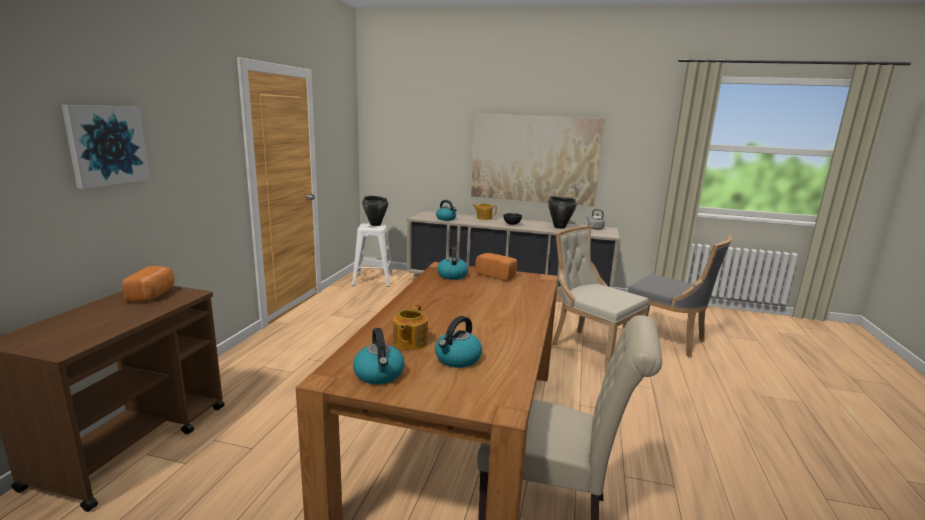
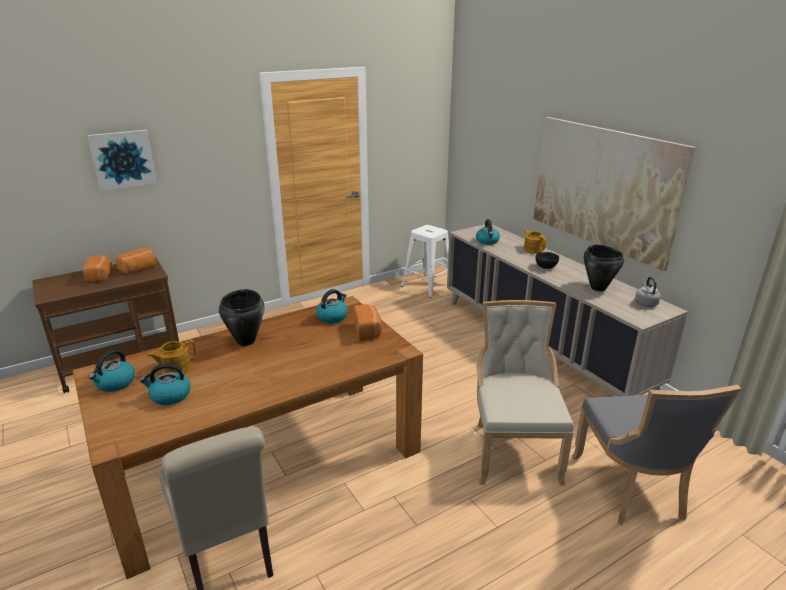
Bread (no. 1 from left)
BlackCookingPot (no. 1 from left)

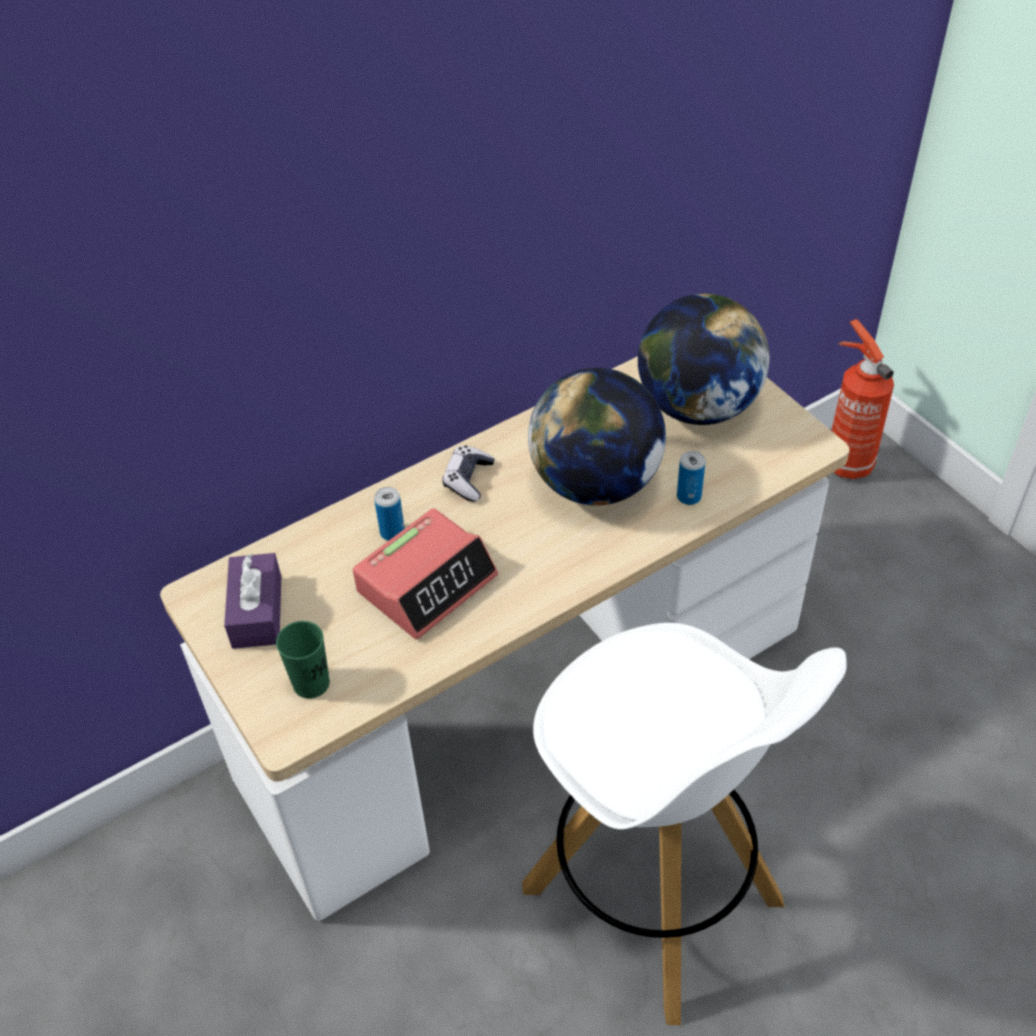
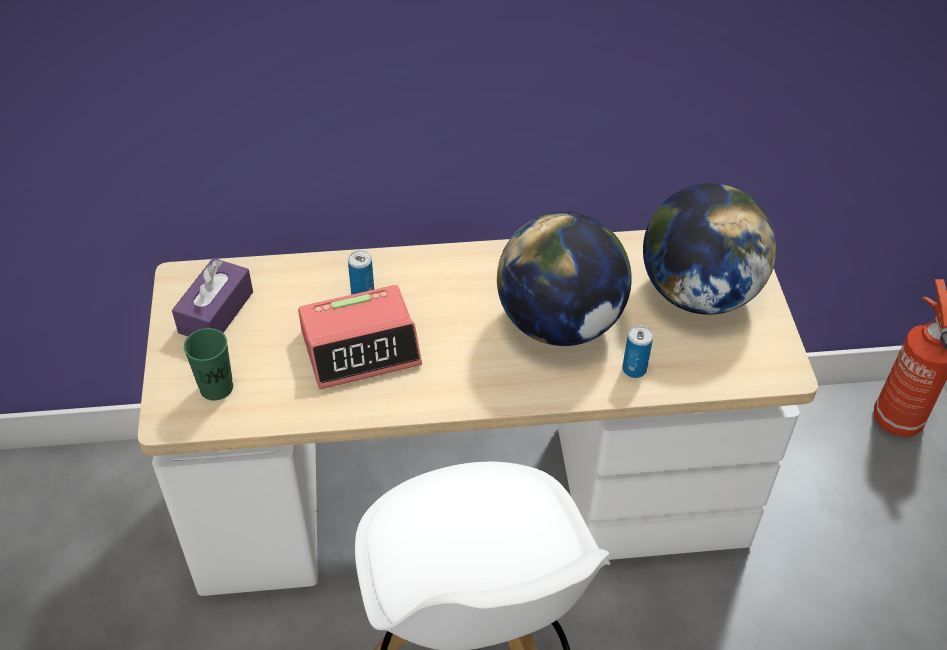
GameController

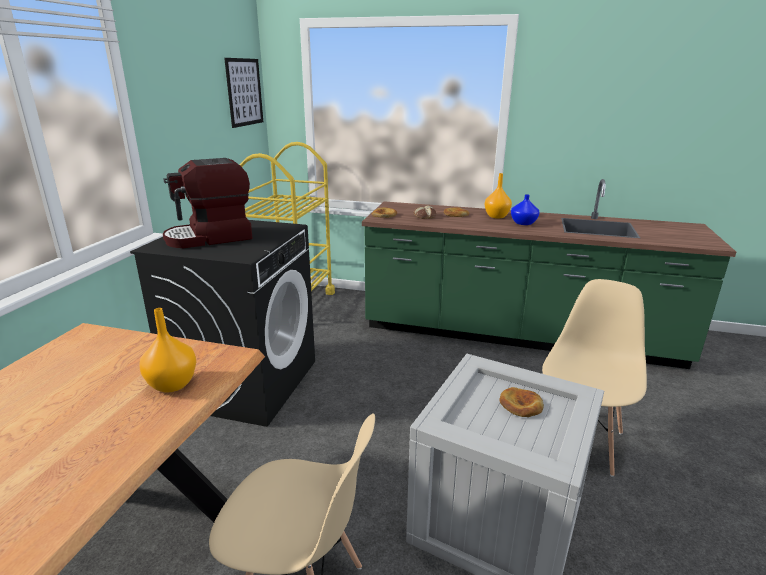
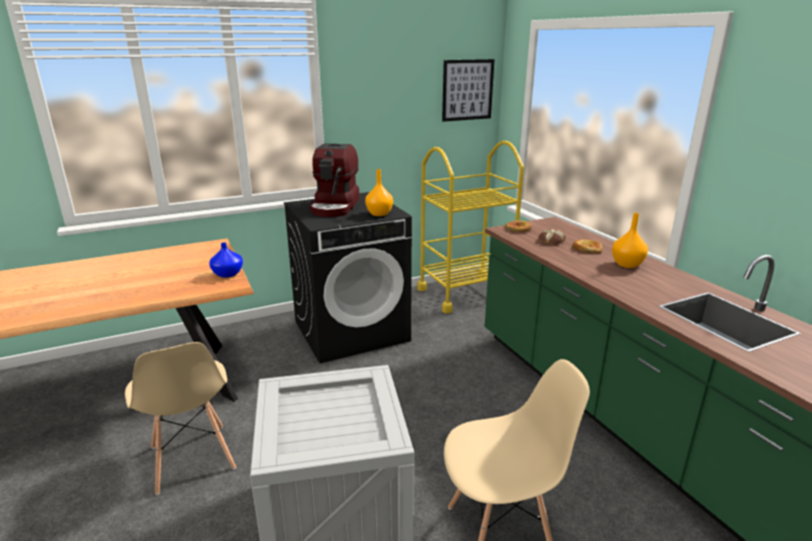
BlueVase
CoffeeMachine
OrangeVase (no. 1 from left)
Bread (no. 4 from left in the first image)

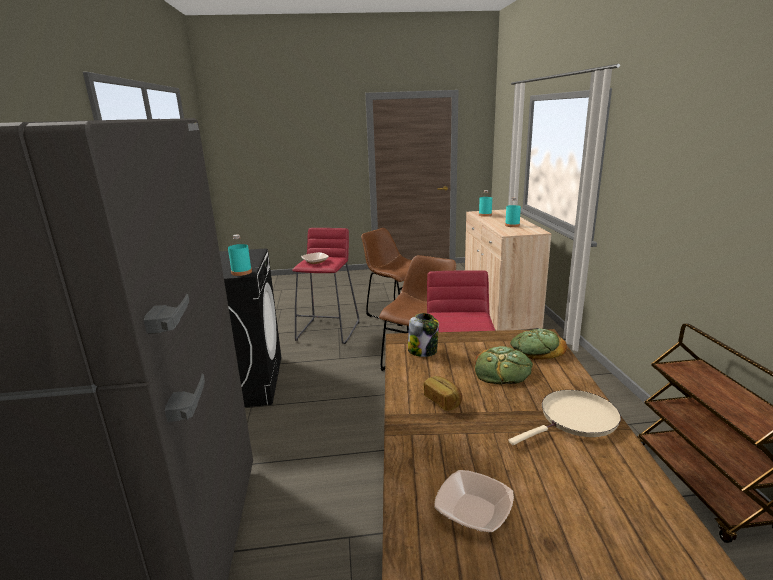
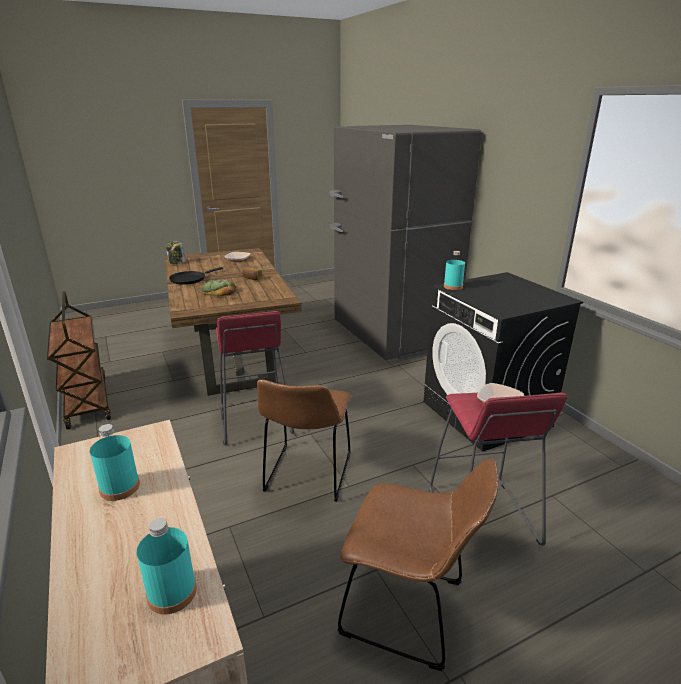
Jar
BlackFryingPan
Bread (no. 3 from left in the first image)

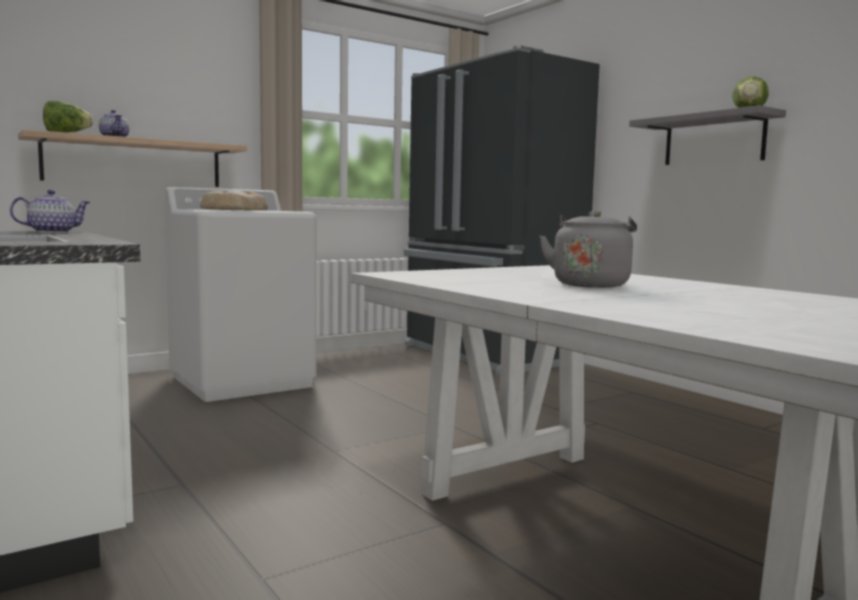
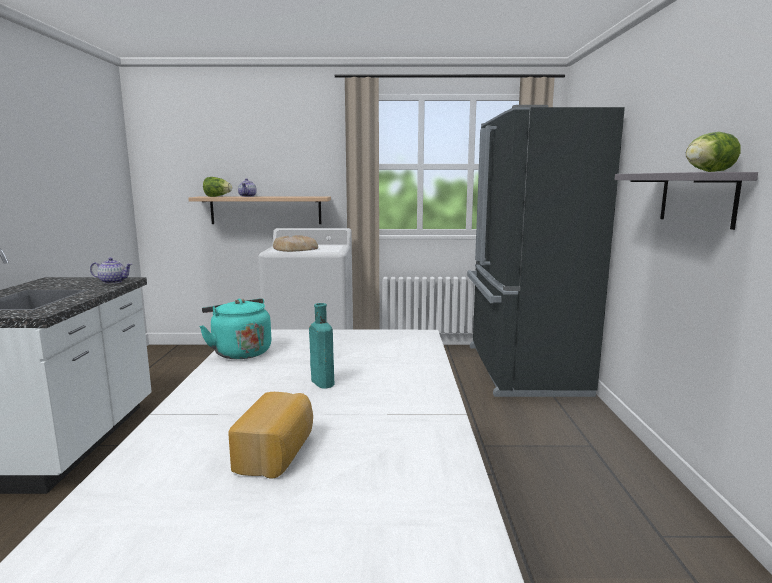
TurquoiseKettle
Bread (no. 1 from left)
TurquoiseBottle

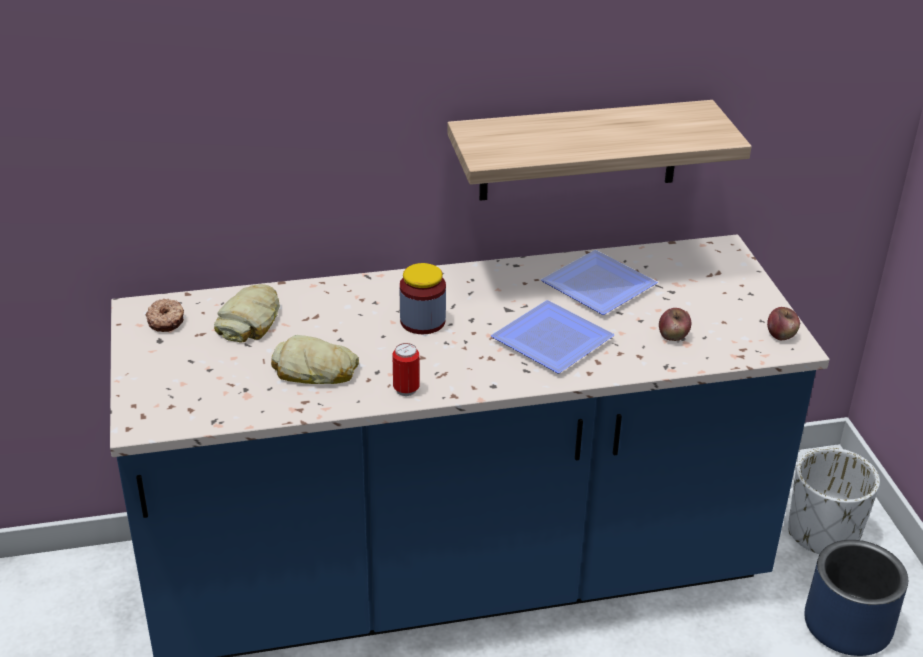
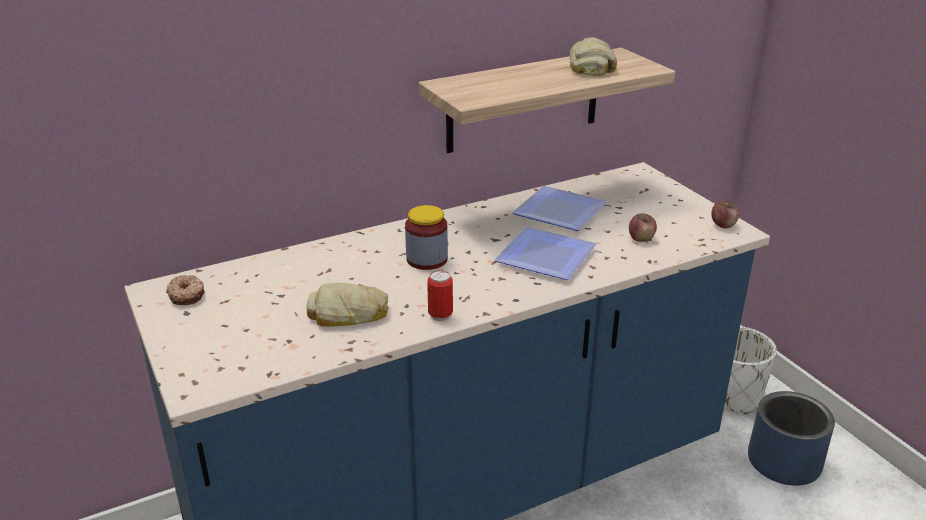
Bread (no. 2 from left)

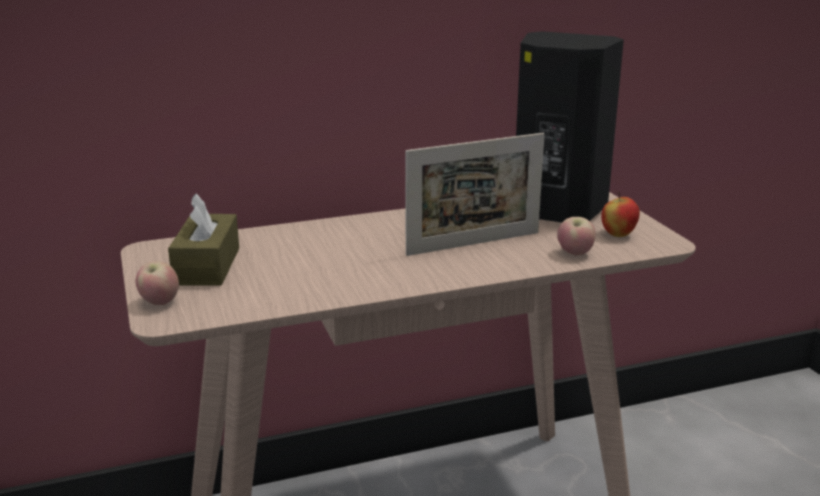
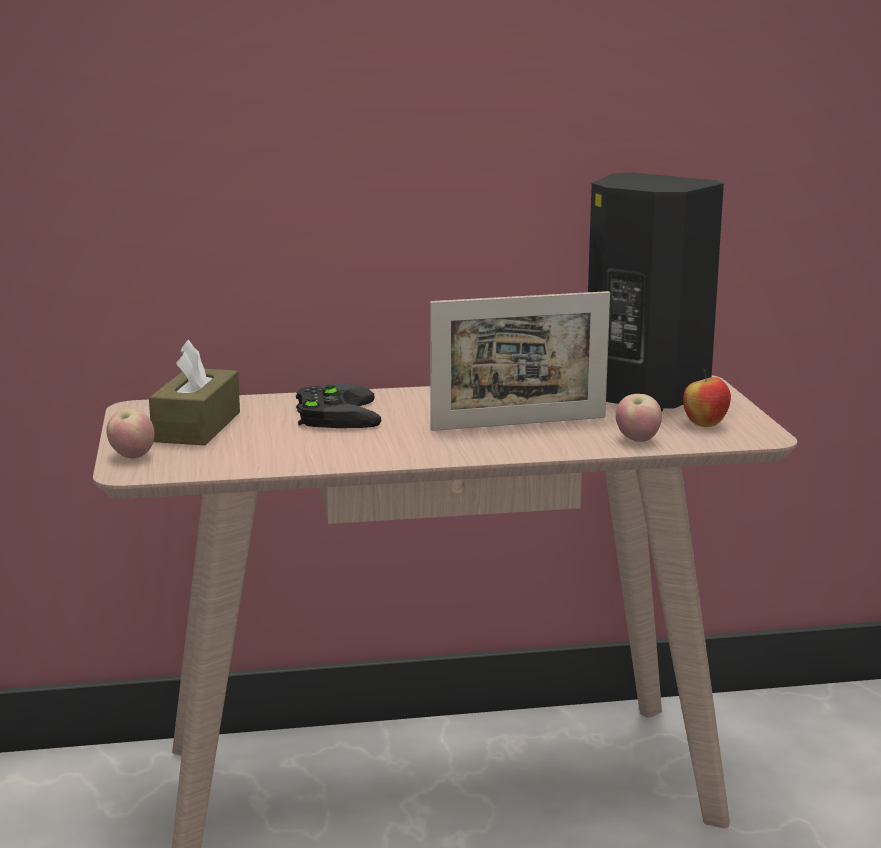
BlackGameController

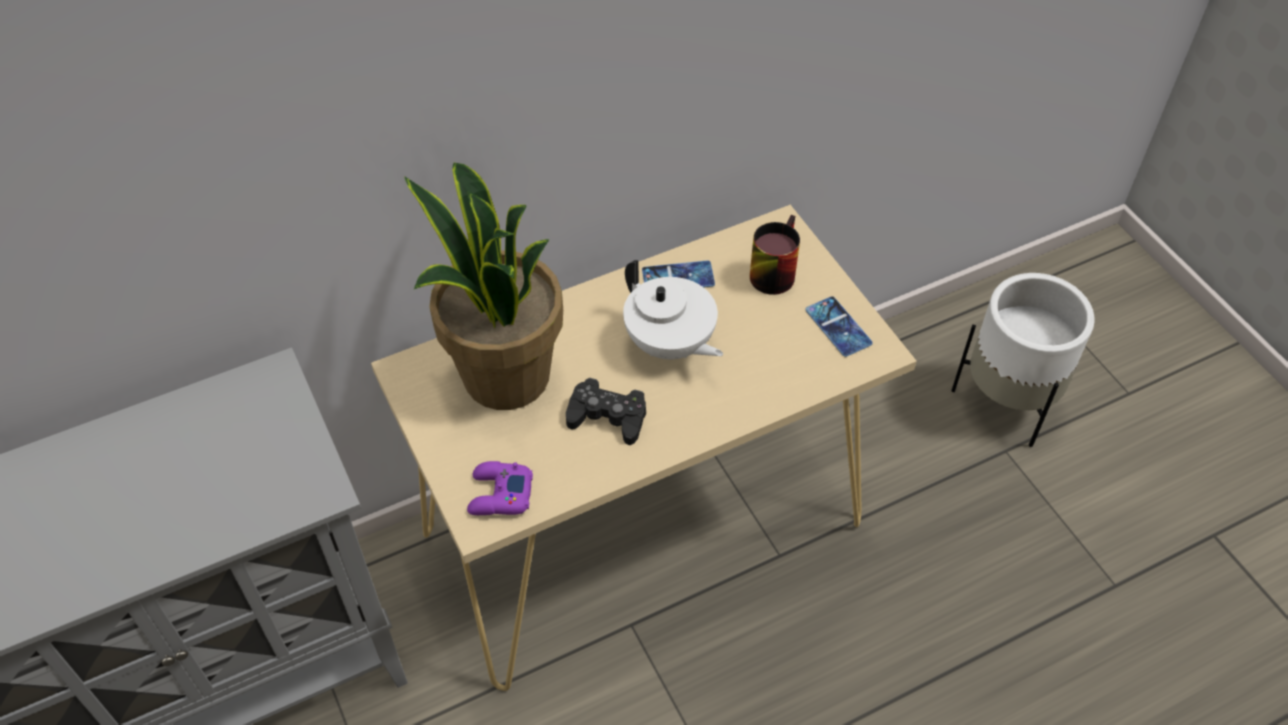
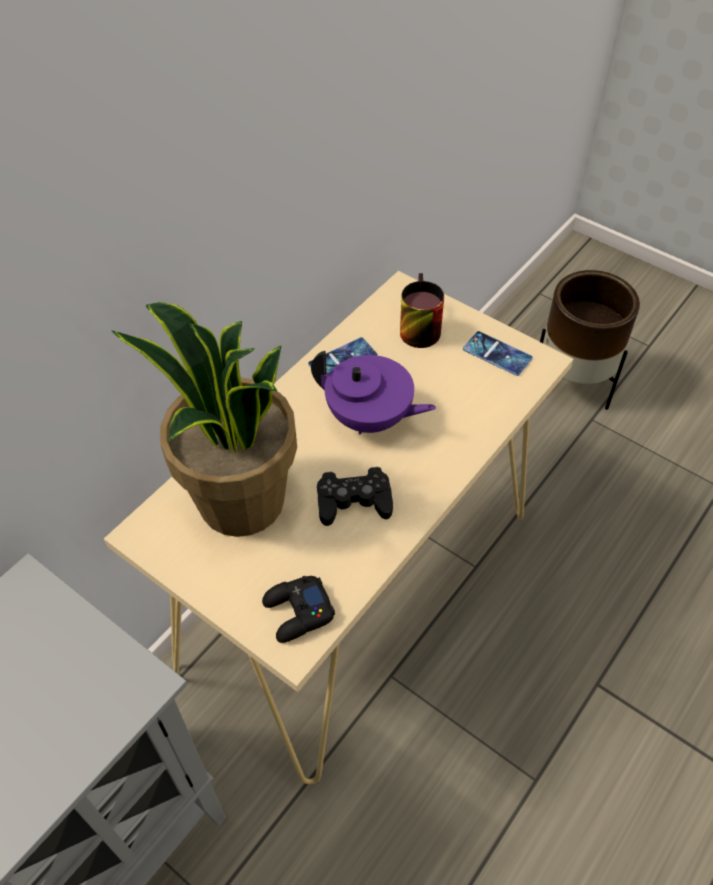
BlackGameController (no. 1 from left)
PurpleTeapot
BrownPlanter

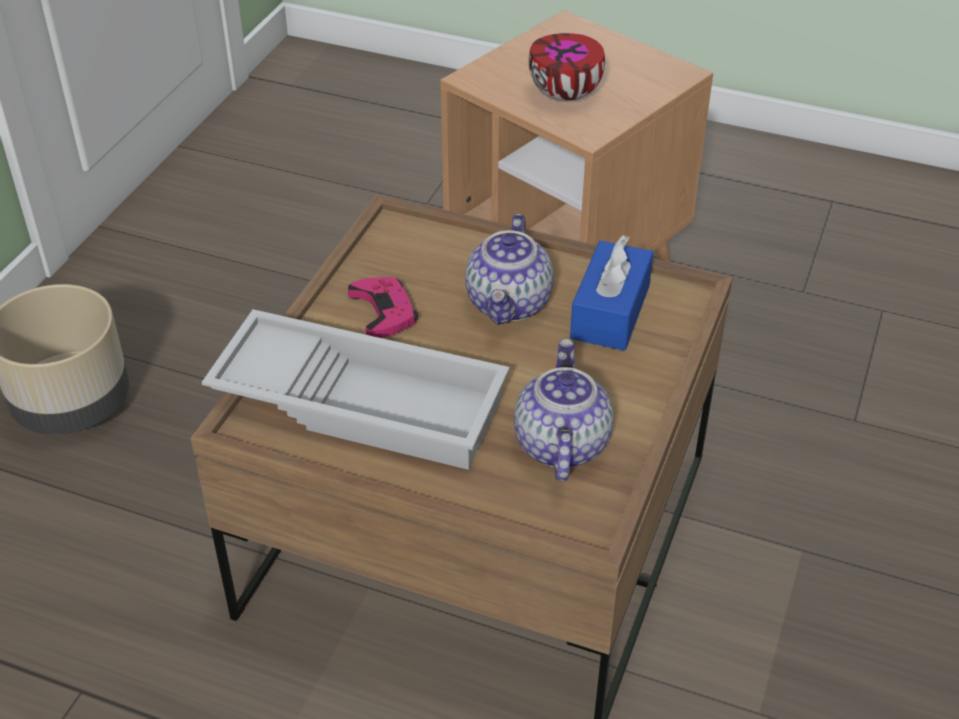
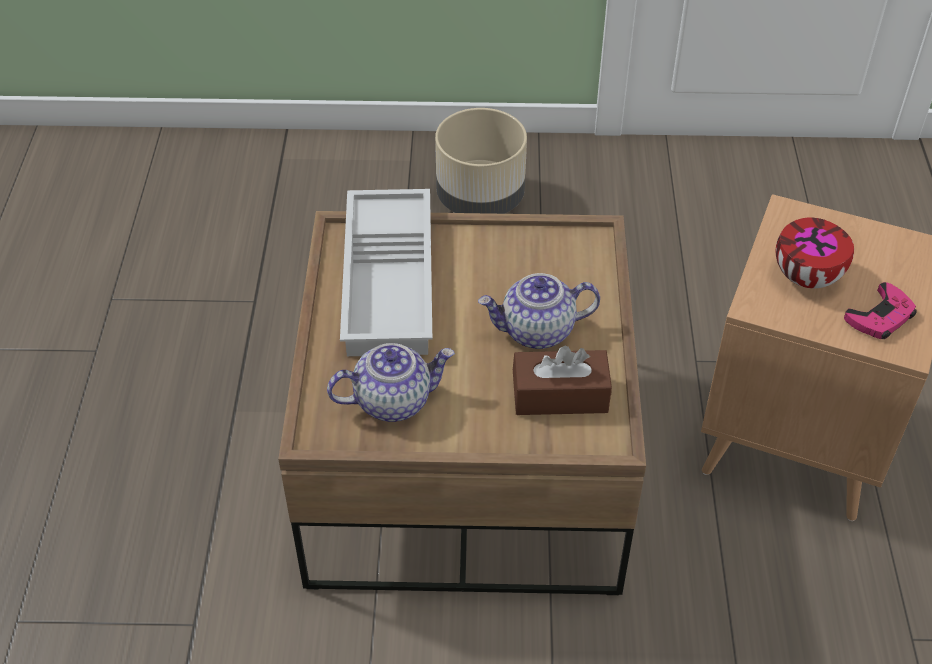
BrownTissueBox
PinkGameController

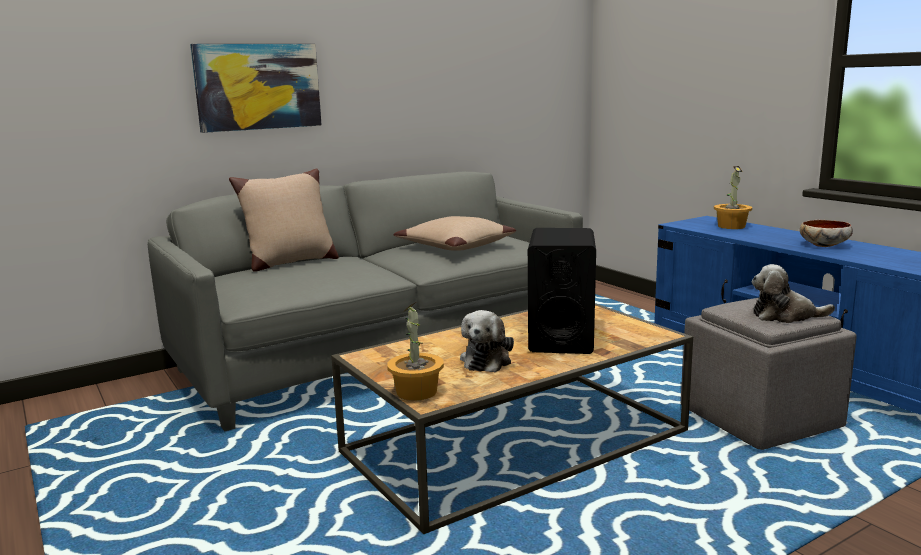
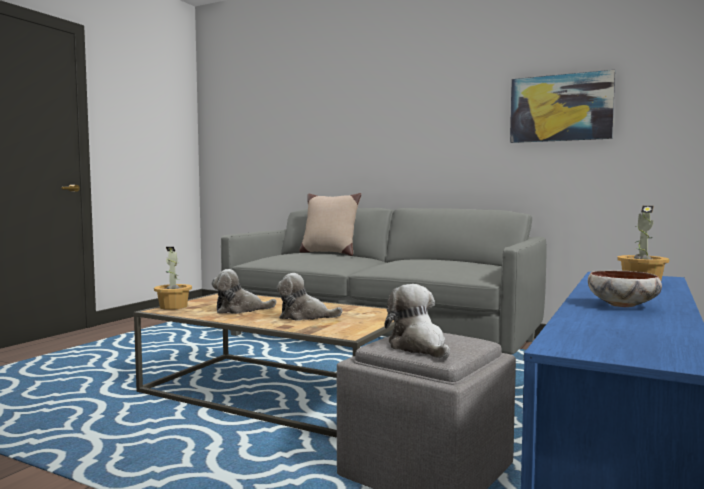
PlushToy (no. 2 from left)
Picture
BeigePillow (no. 2 from left in the first image)

